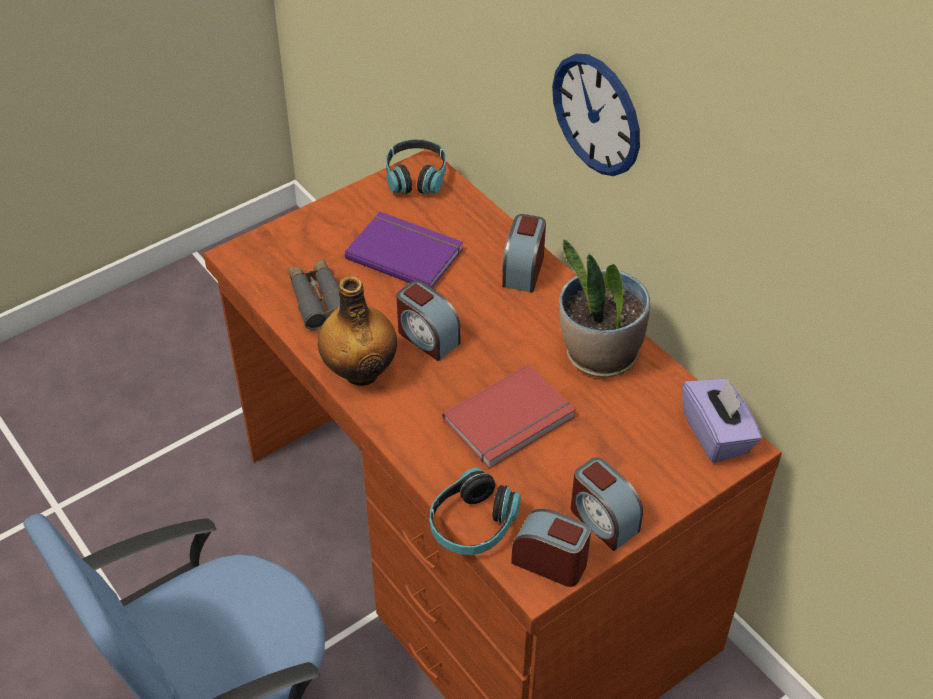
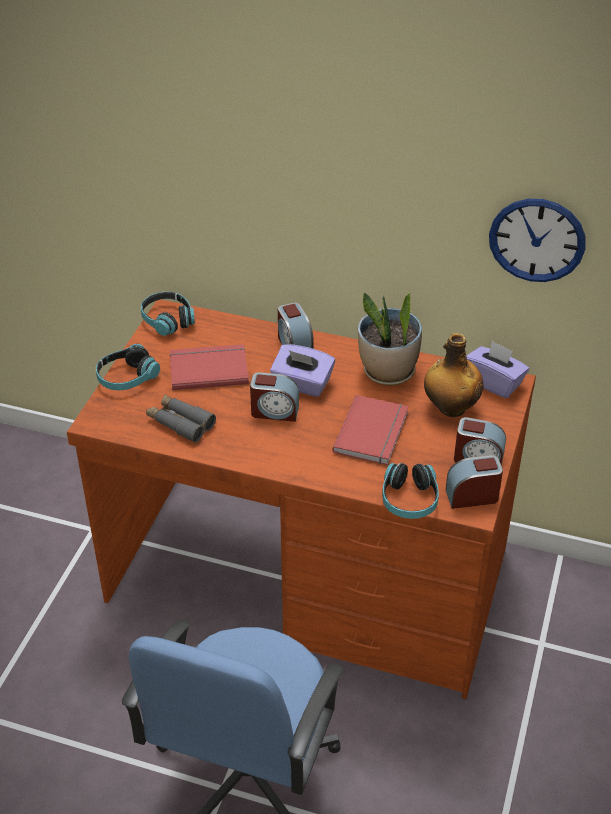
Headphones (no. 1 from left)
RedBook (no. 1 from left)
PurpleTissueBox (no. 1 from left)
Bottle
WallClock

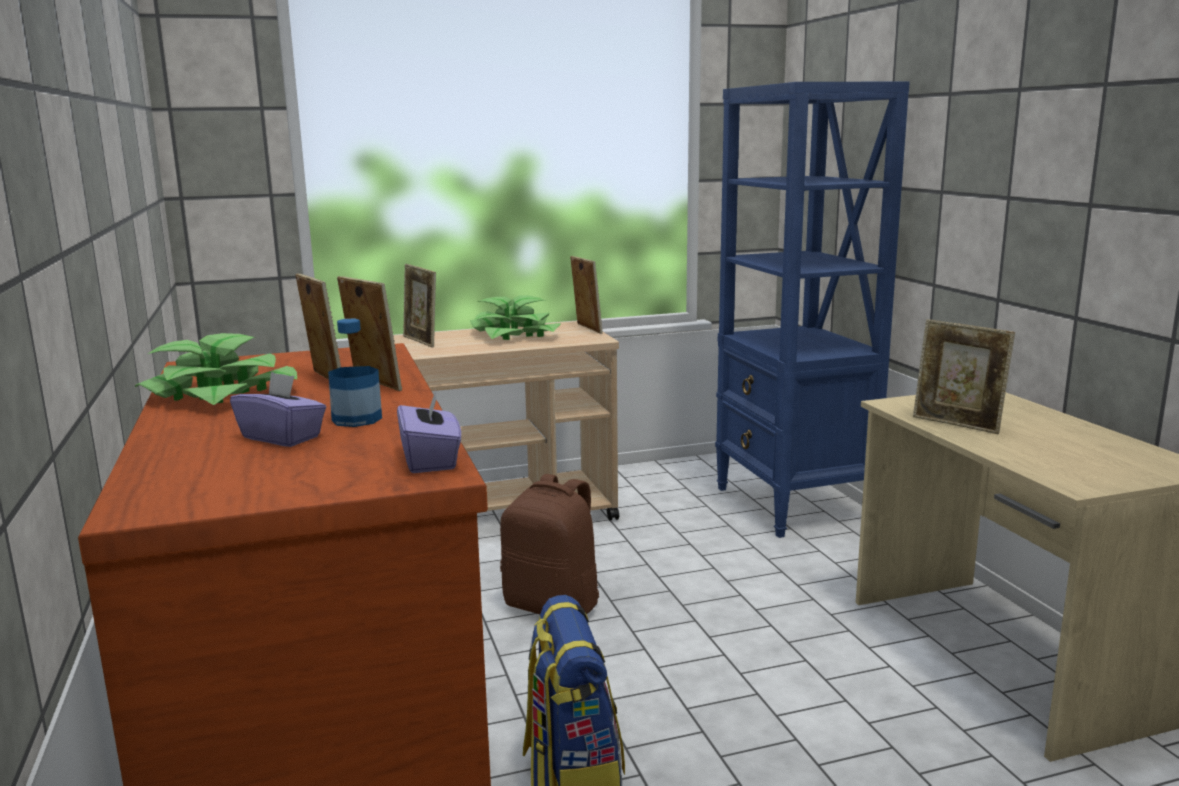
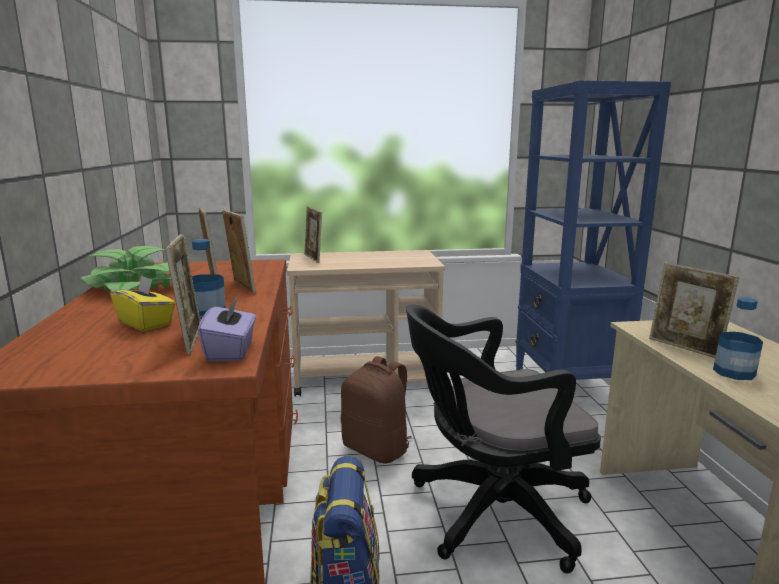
YellowTissueBox
PictureFrame (no. 1 from left)
BlackOfficeChair
Bottle (no. 2 from left)
PottedPlant (no. 2 from left in the first image)

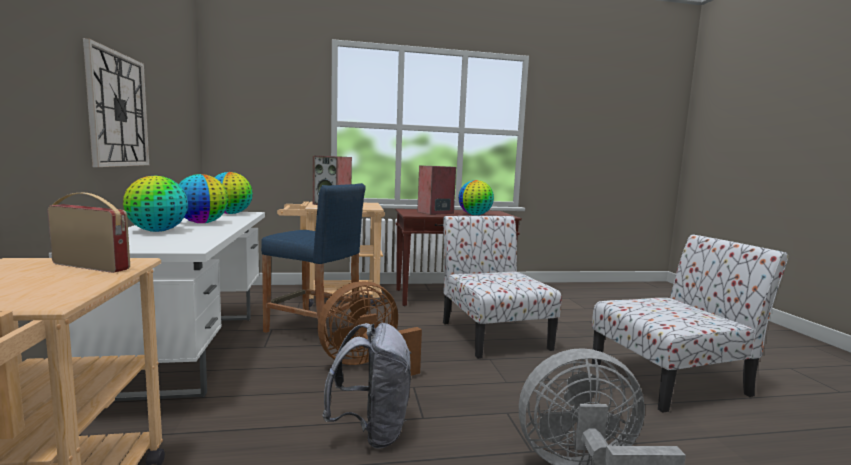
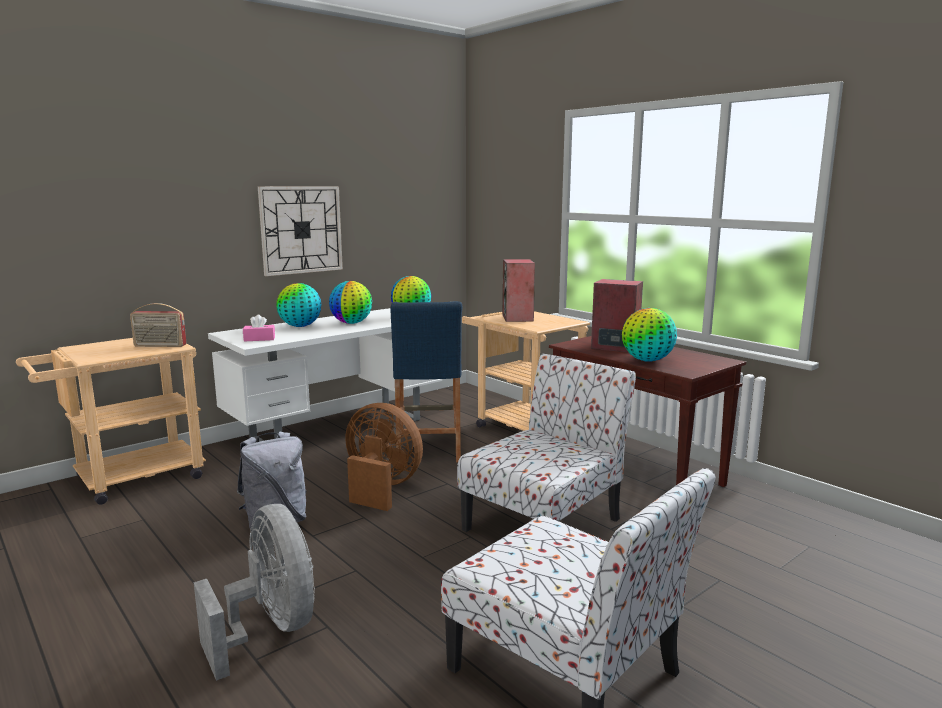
Radio
PinkTissueBox

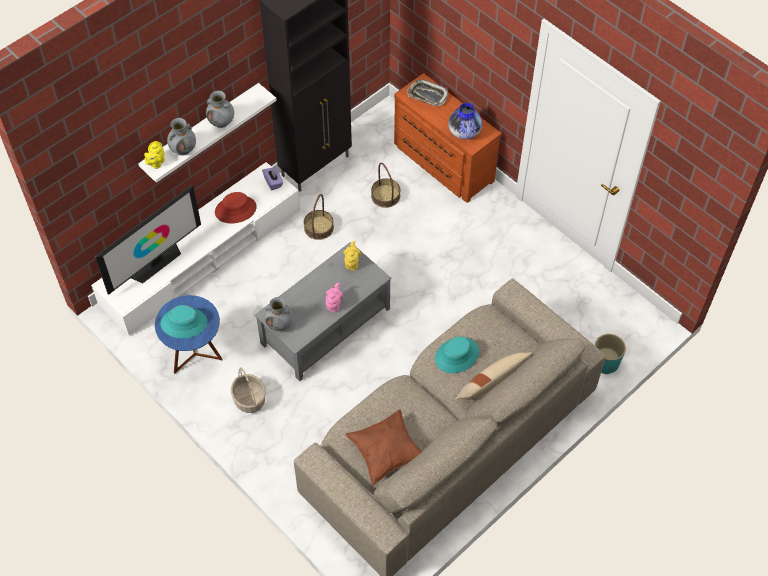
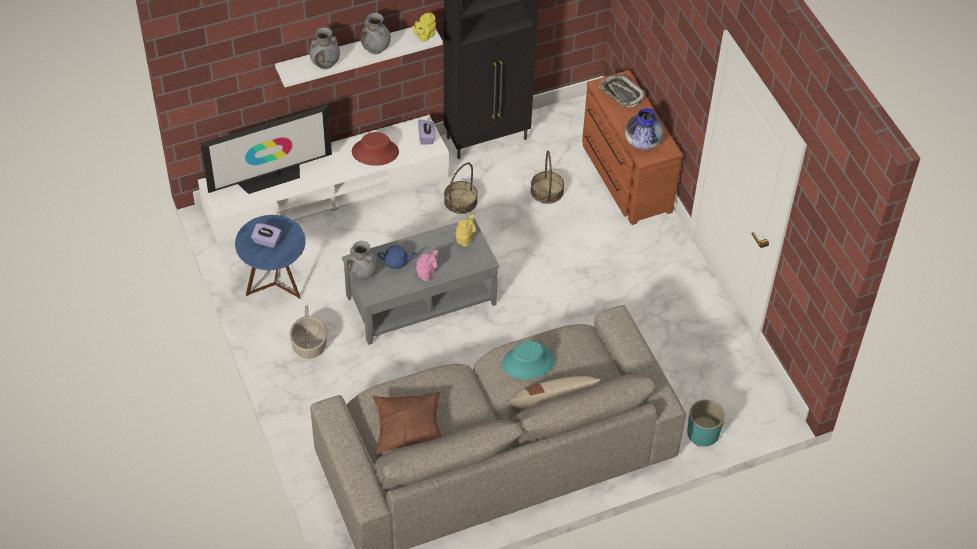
PurpleTissueBox (no. 1 from left)
BlueTeapot
YellowTeapot (no. 1 from left)

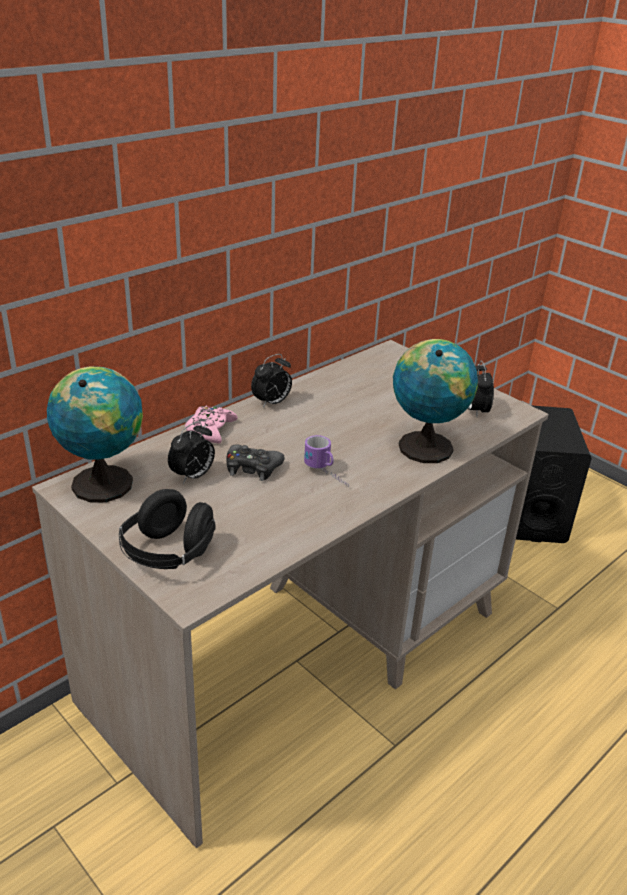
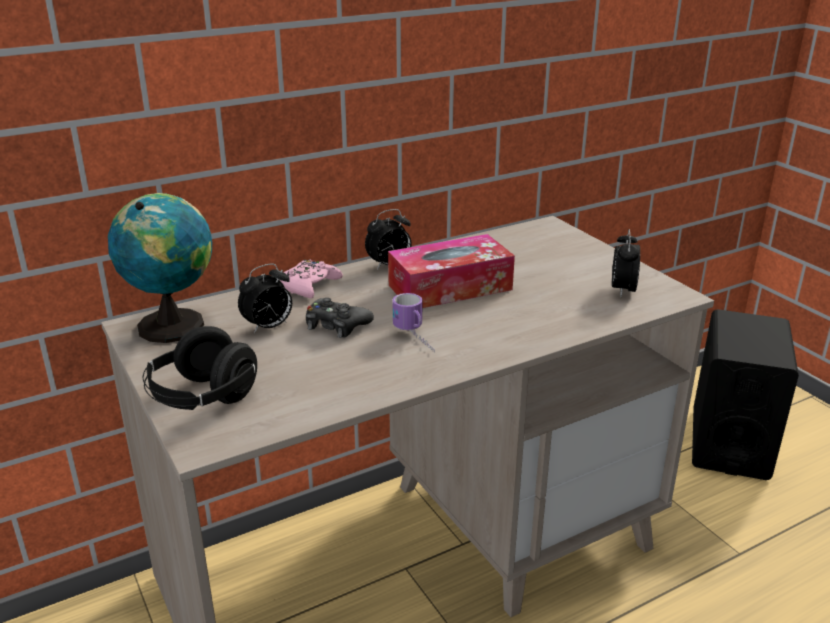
TissueBox
Globe (no. 2 from left in the first image)

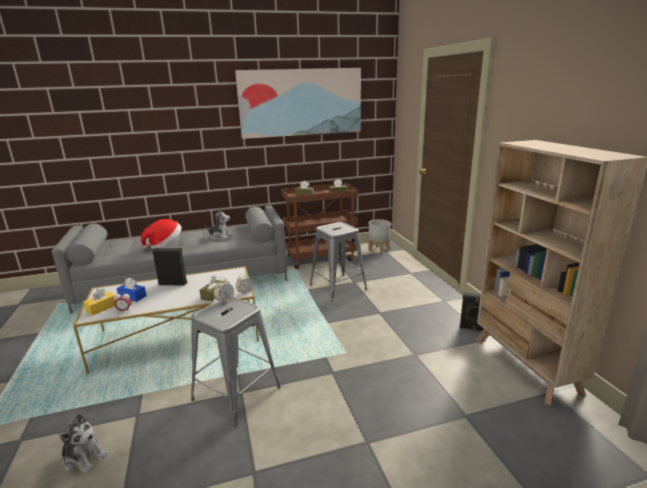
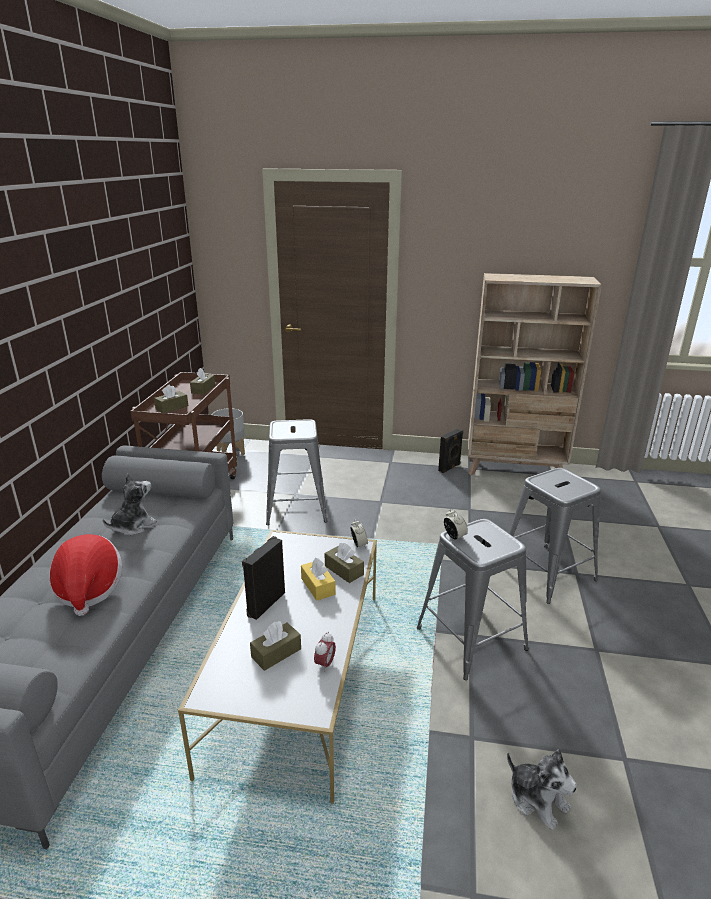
BrownTissueBox (no. 3 from left)
YellowTissueBox
PlushToy (no. 2 from left)
GreyStool (no. 3 from left)
Picture

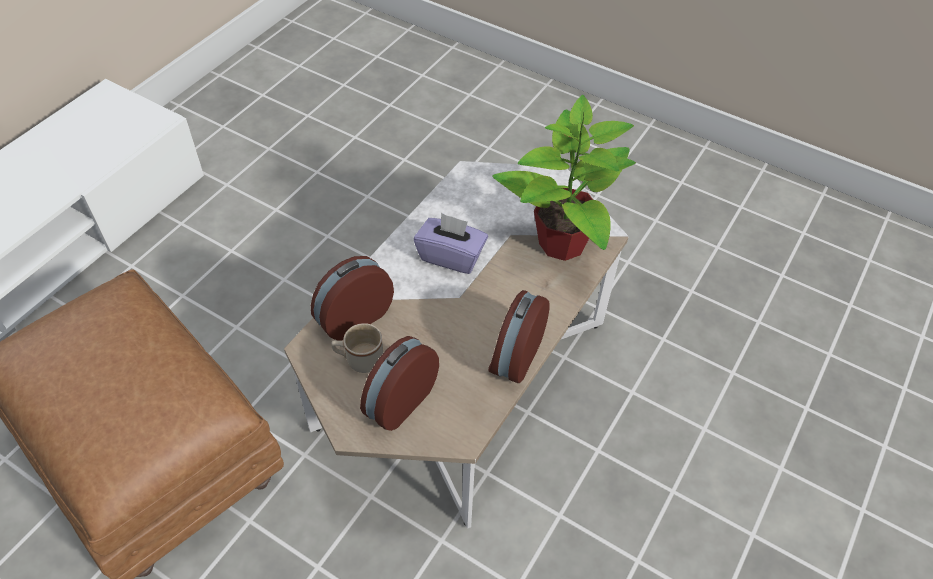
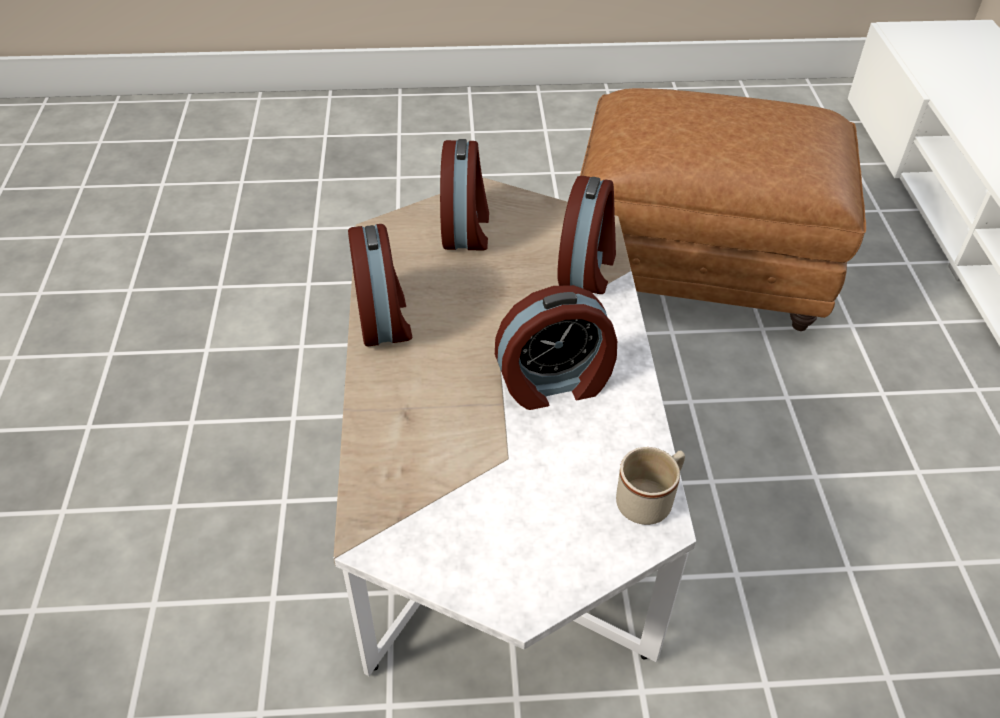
AlarmClock (no. 3 from left)
BeigeMug
PottedPlant

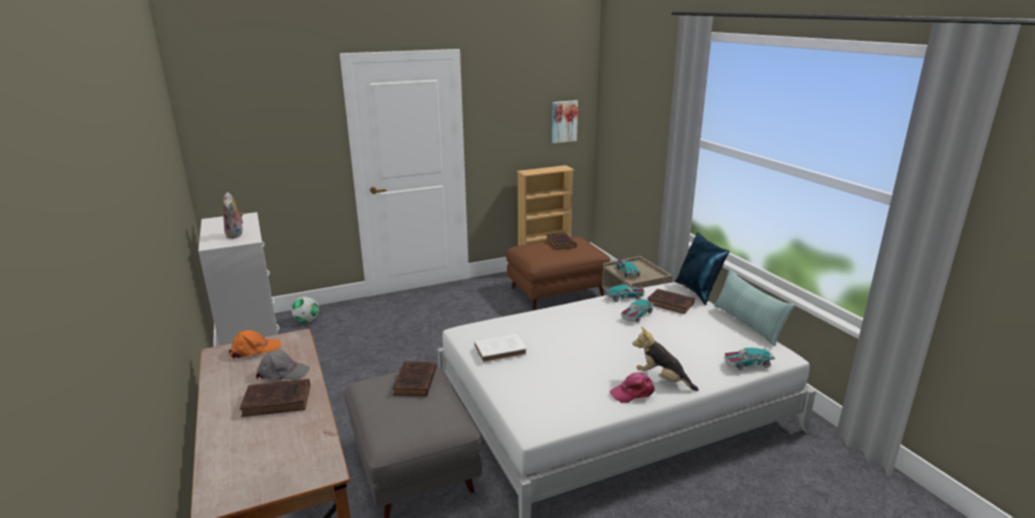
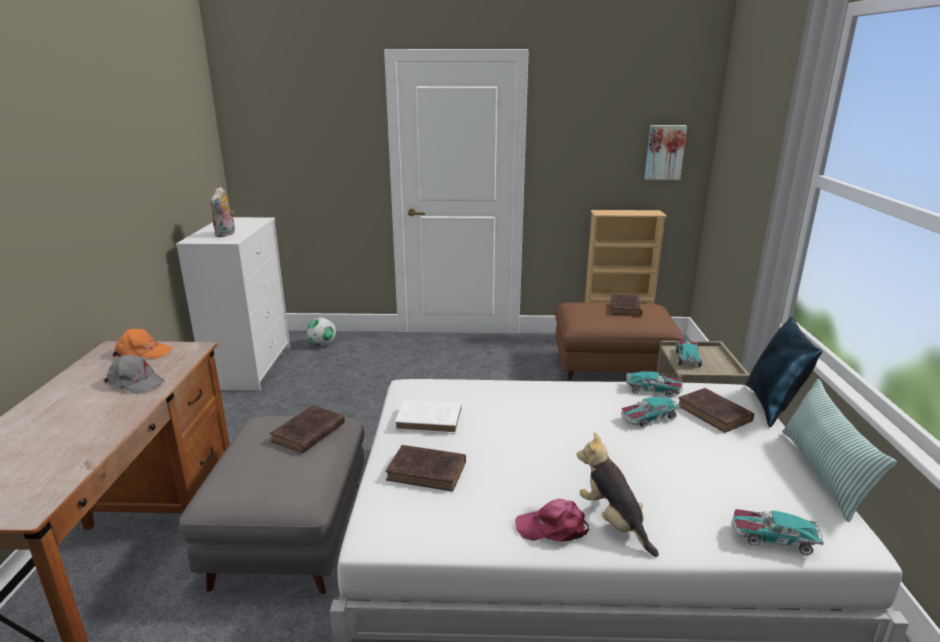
BrownBook (no. 2 from left)

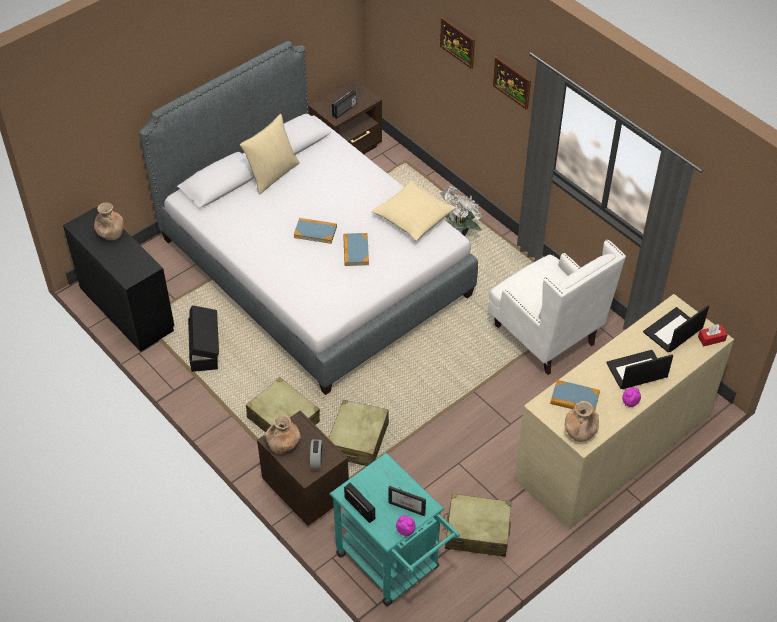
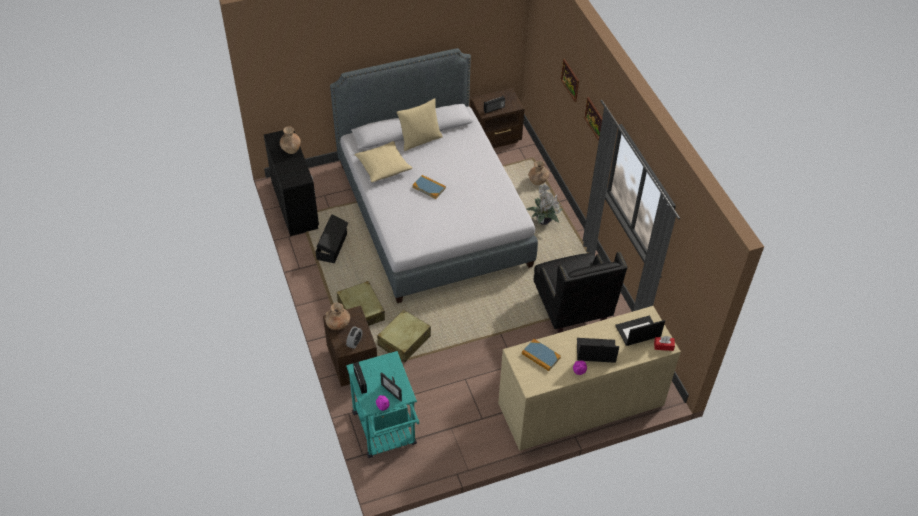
BeigePillow (no. 1 from left)
BrownVase (no. 3 from left)
BlackArmchair
Book (no. 2 from left in the first image)
BeigeSuitcase (no. 3 from left in the first image)

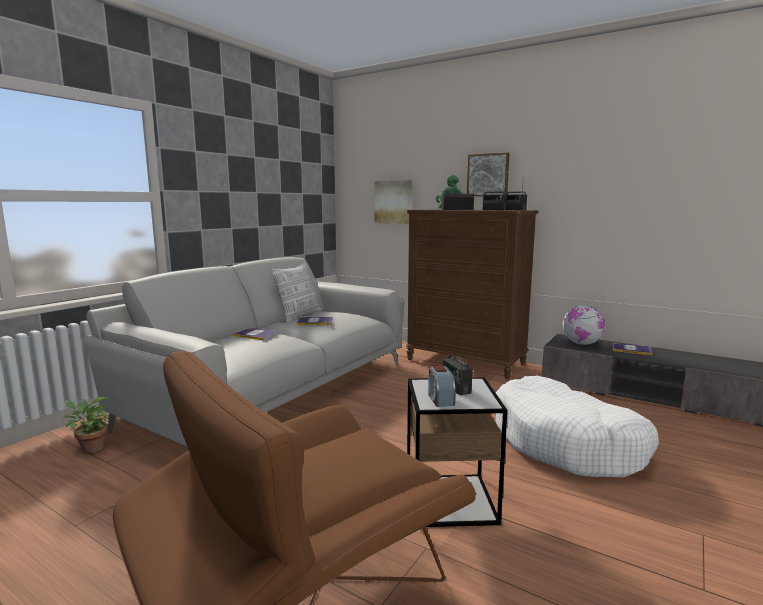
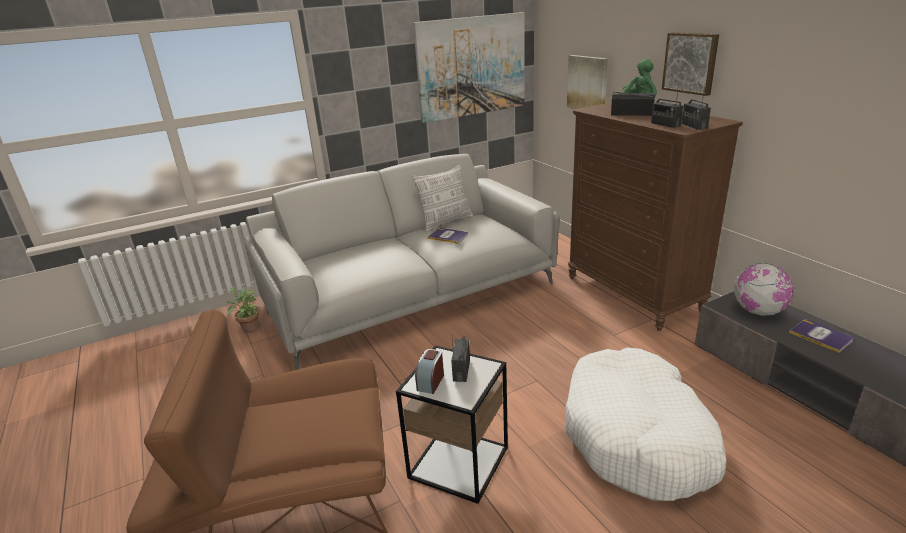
Picture (no. 1 from left)
Book (no. 1 from left in the first image)

